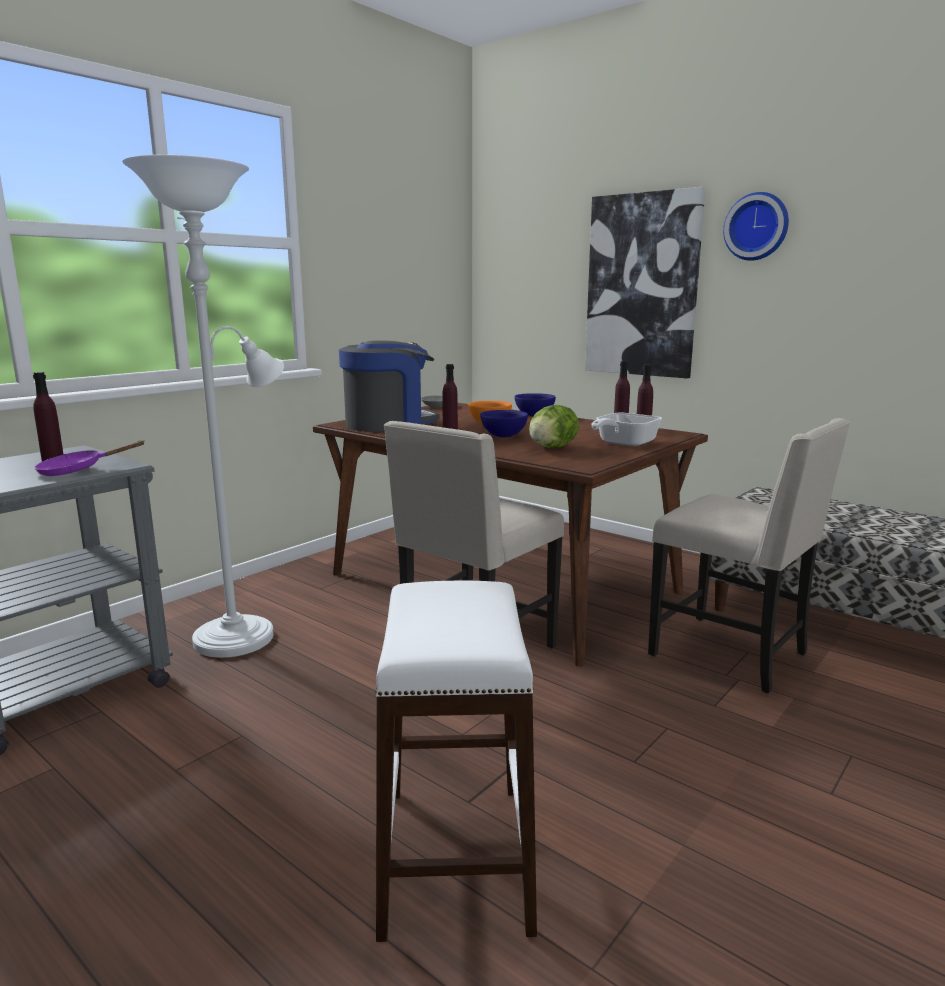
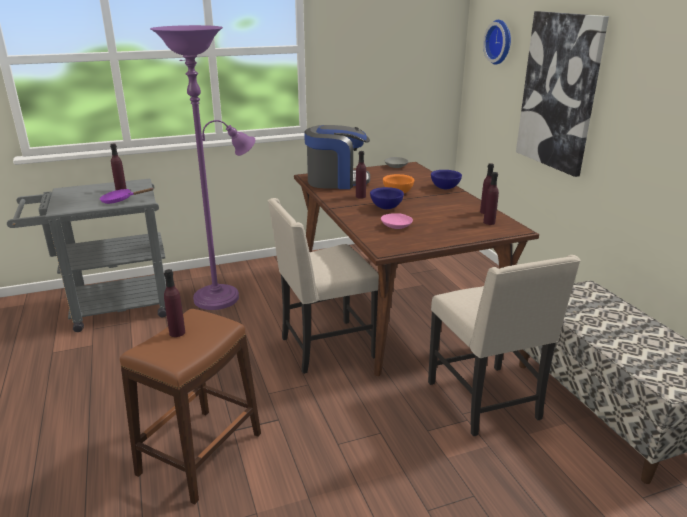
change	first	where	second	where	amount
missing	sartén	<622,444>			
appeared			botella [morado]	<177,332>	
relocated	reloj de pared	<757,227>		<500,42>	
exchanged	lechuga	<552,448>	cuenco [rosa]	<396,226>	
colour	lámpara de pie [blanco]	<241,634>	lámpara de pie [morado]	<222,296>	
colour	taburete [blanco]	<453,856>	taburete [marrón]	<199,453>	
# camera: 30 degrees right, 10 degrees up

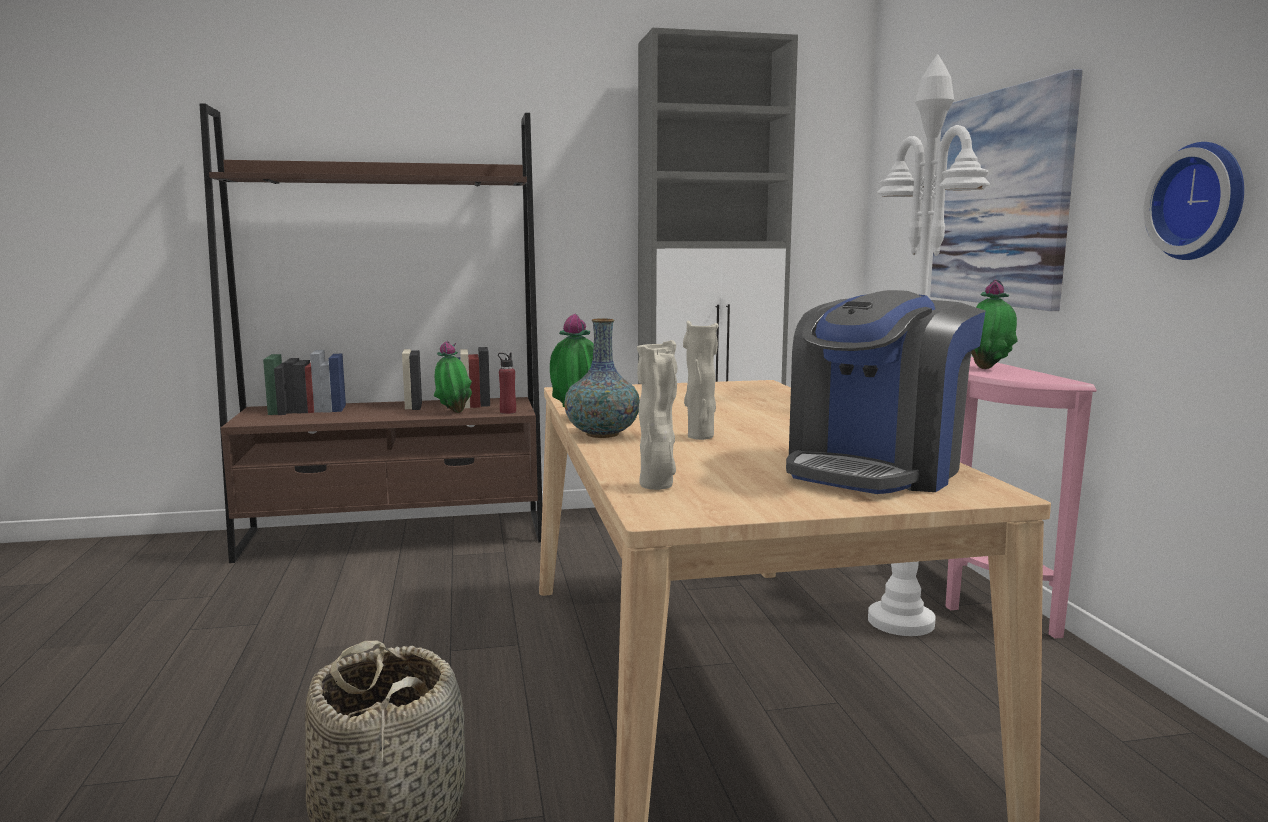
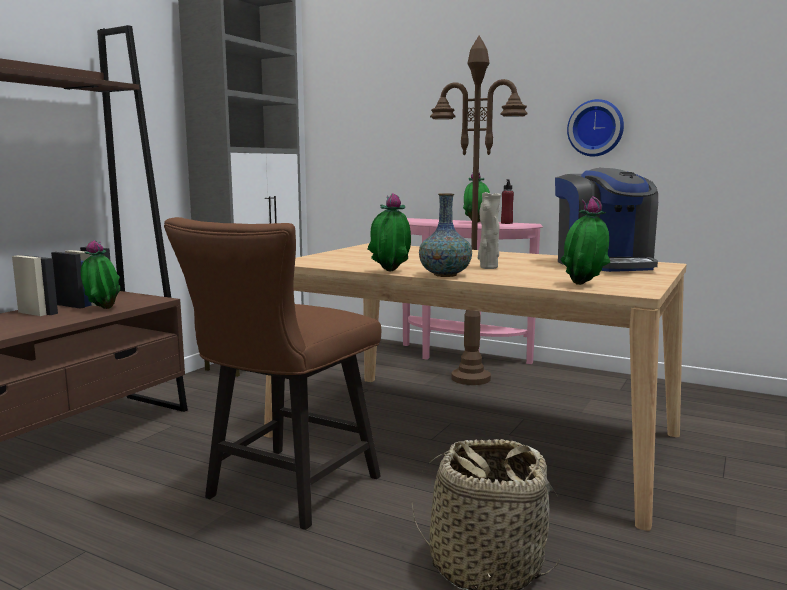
change	first	where	second	where	amount
missing	cuadro	<1000,198>			
appeared			silla [marrón]	<284,492>	
relocated	botella [rojo]	<508,412>		<506,223>	
exchanged	florero [beis]	<657,486>	planta en maceta	<583,285>	
colour	lámpara de pie [blanco]	<901,622>	lámpara de pie [marrón]	<471,378>	
# camera: 50 degrees left, 0 degrees up

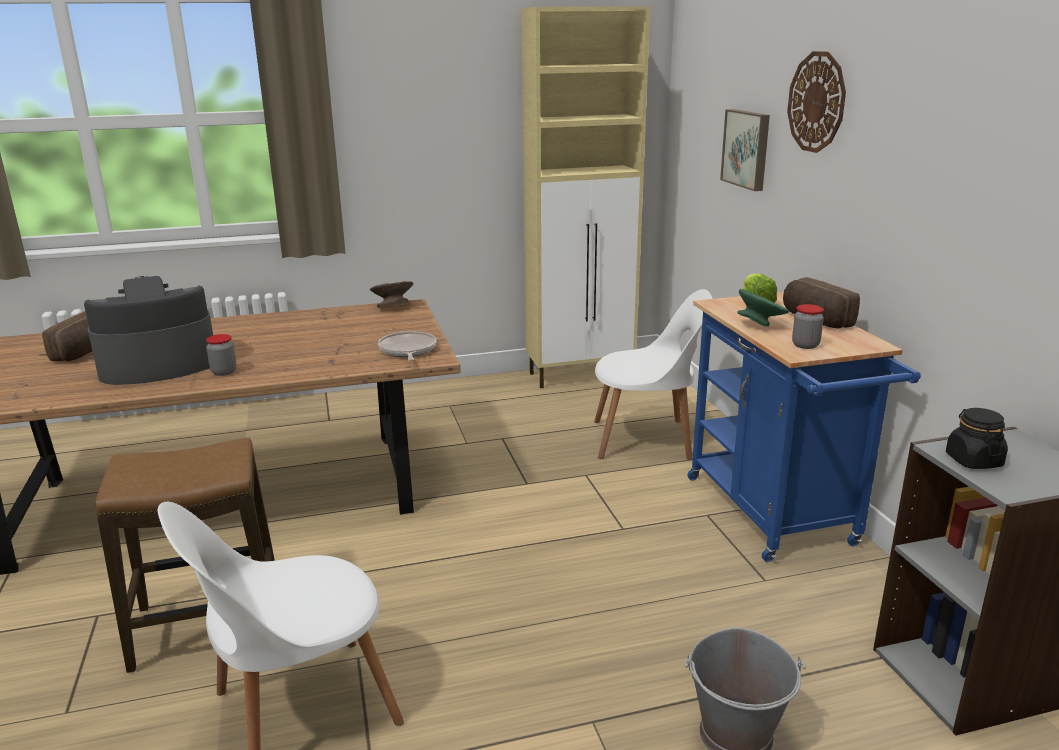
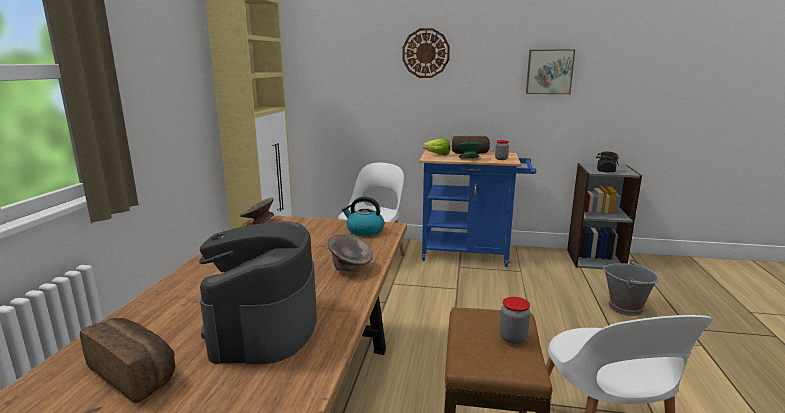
change	first	where	second	where	amount
appeared			cuenco [gris]	<350,269>	
relocated	tarro	<224,372>		<513,338>	
relocated	cuadro	<747,149>		<549,72>	
exchanged	sartén	<407,350>	hervidor	<364,231>	
# camera: 65 degrees left, 5 degrees down

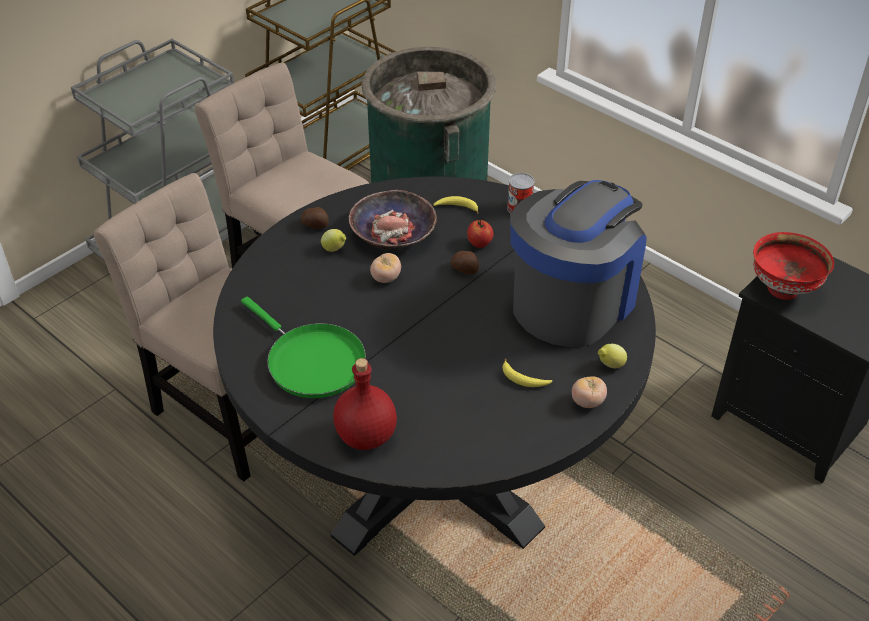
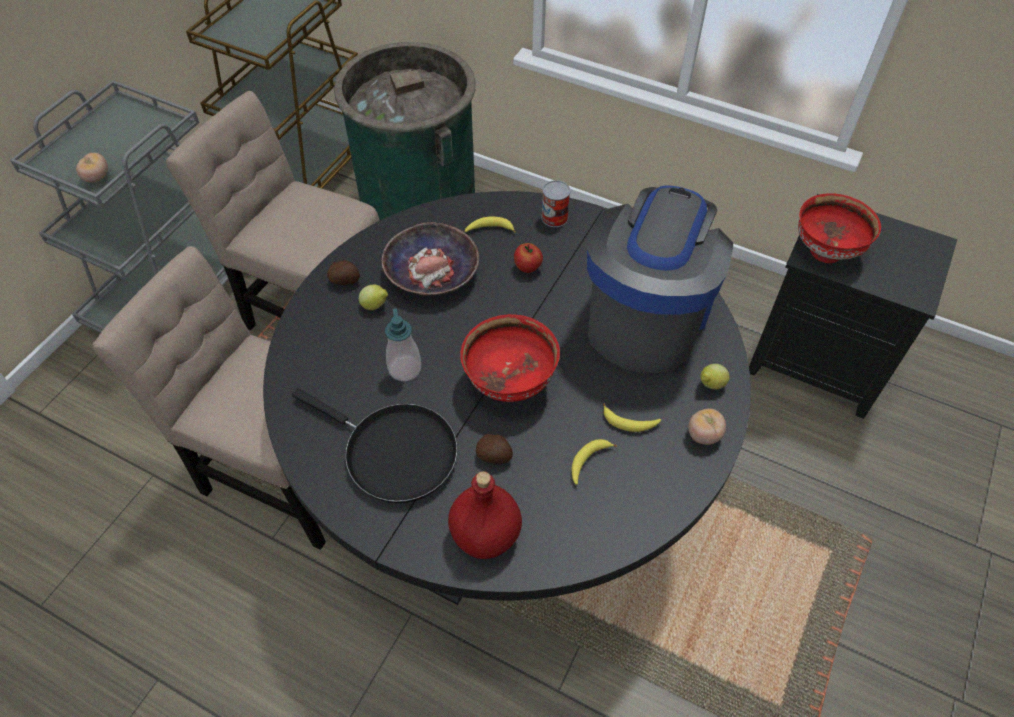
change	first	where	second	where	amount
appeared			dispensador de jabón	<404,368>	
appeared			cuenco [rojo]	<510,384>	
appeared			plátano	<588,461>	
relocated	tomate	<386,278>		<97,177>	
relocated	patata	<465,270>		<495,456>	
colour	sartén [verde]	<311,361>	sartén [negro]	<394,453>	
# camera: 15 degrees left, 10 degrees up

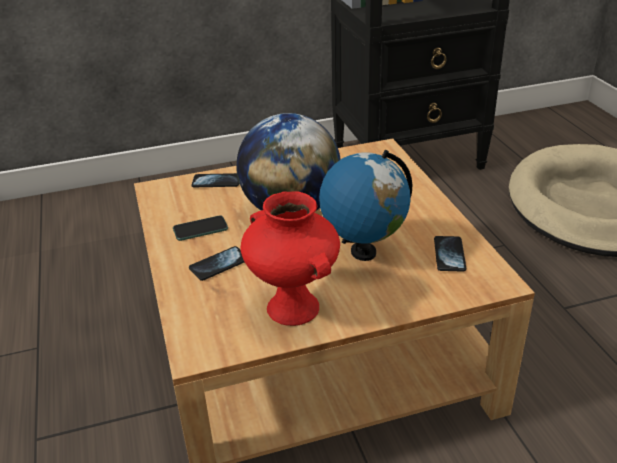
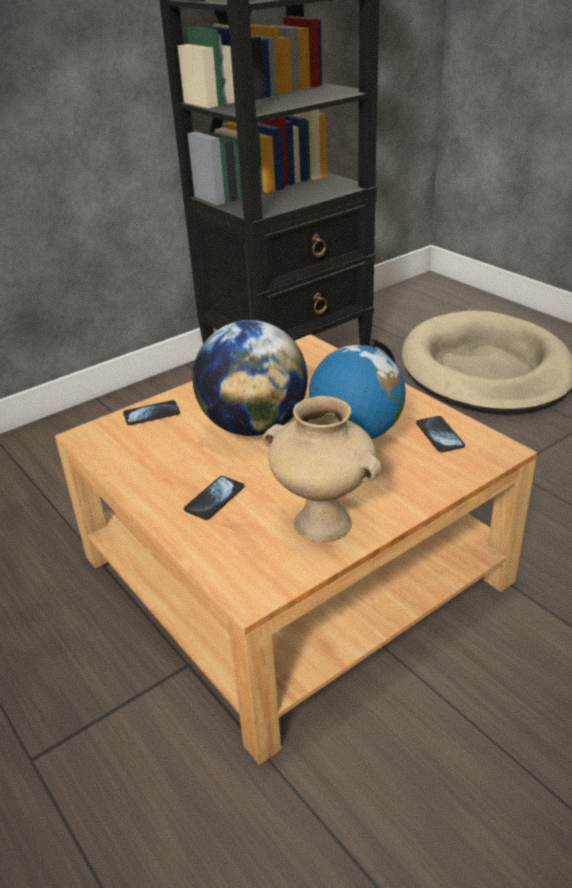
change	first	where	second	where	amount
missing	móvil	<200,229>			
colour	florero [rojo]	<295,308>	florero [beis]	<324,522>	
# camera: 20 degrees left, 0 degrees up

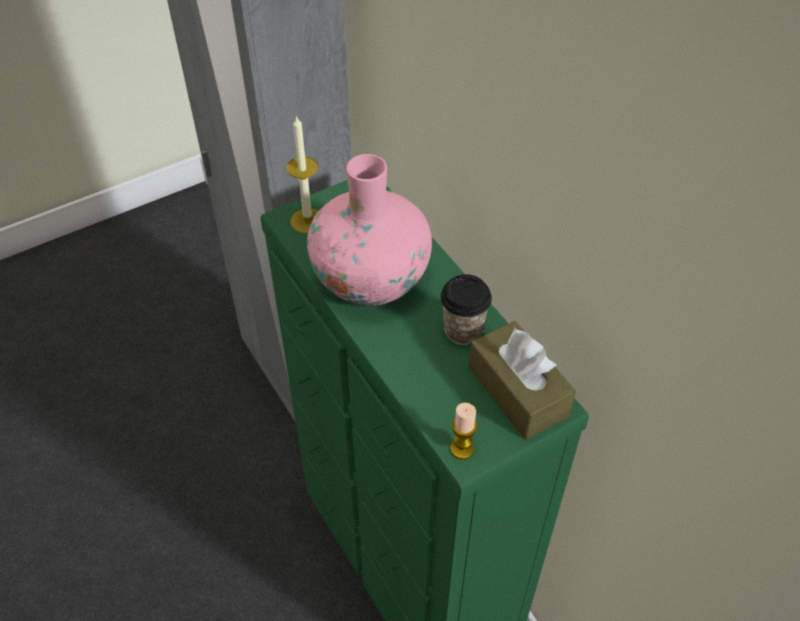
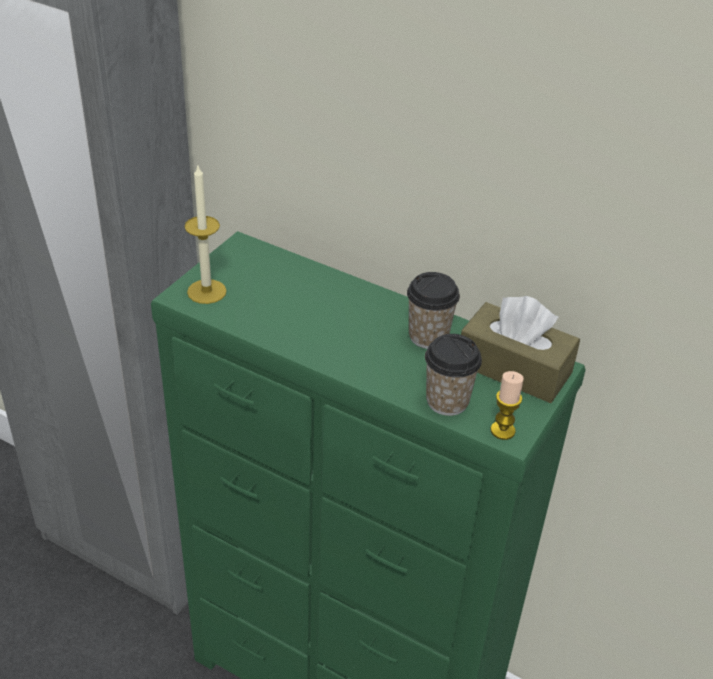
change	first	where	second	where	amount
missing	florero [rosa]	<371,280>			
appeared			taza	<447,401>	
# camera: 30 degrees left, 10 degrees down

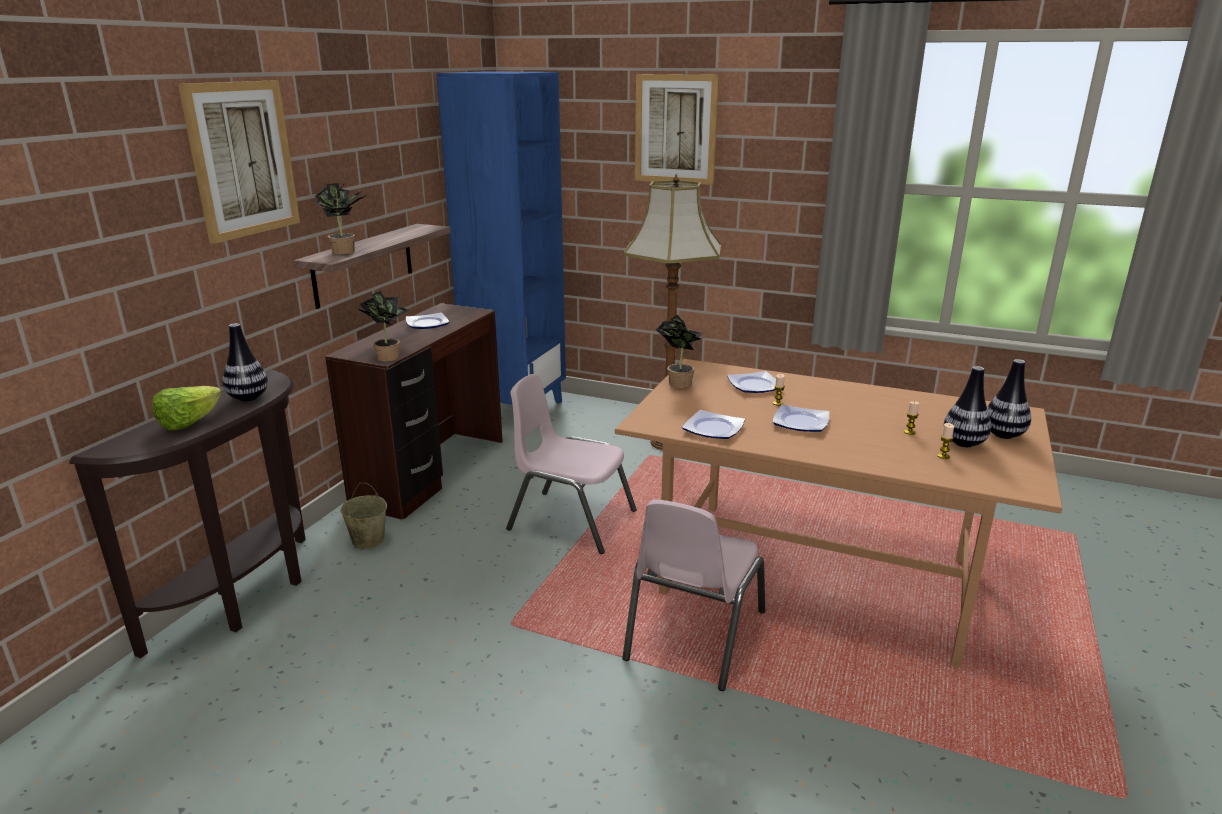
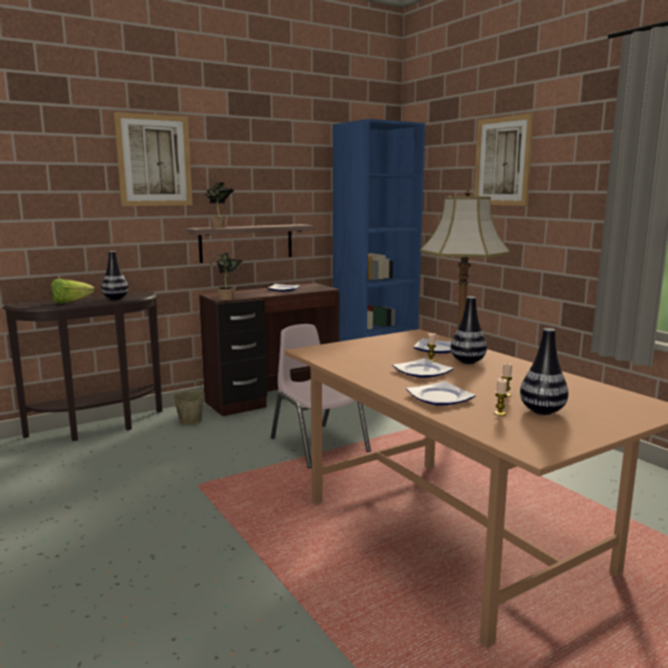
change	first	where	second	where	amount
missing	silla [rosa]	<693,635>			
missing	planta en maceta	<677,382>			
relocated	plato	<714,429>		<439,398>	
relocated	florero	<1003,435>		<467,362>	
# camera: 35 degrees right, 10 degrees down

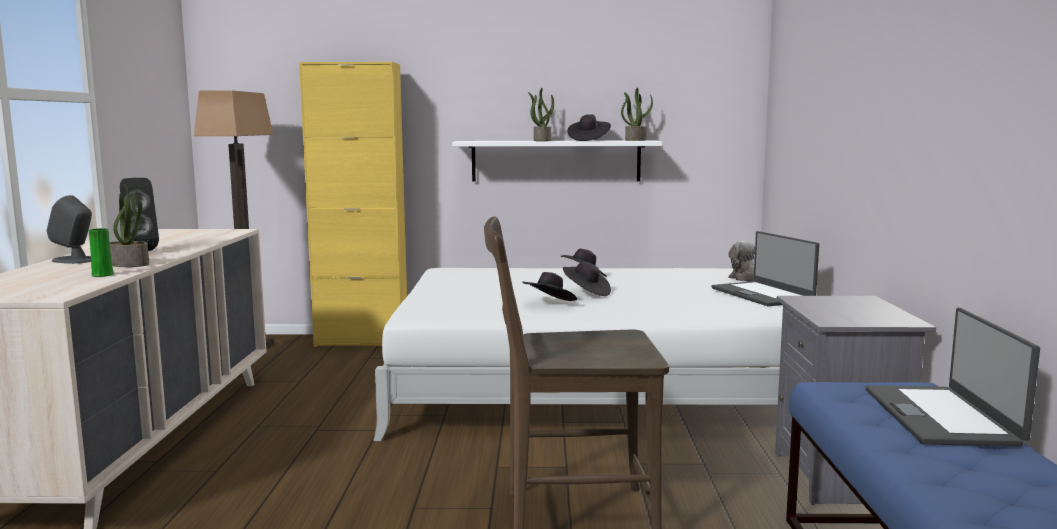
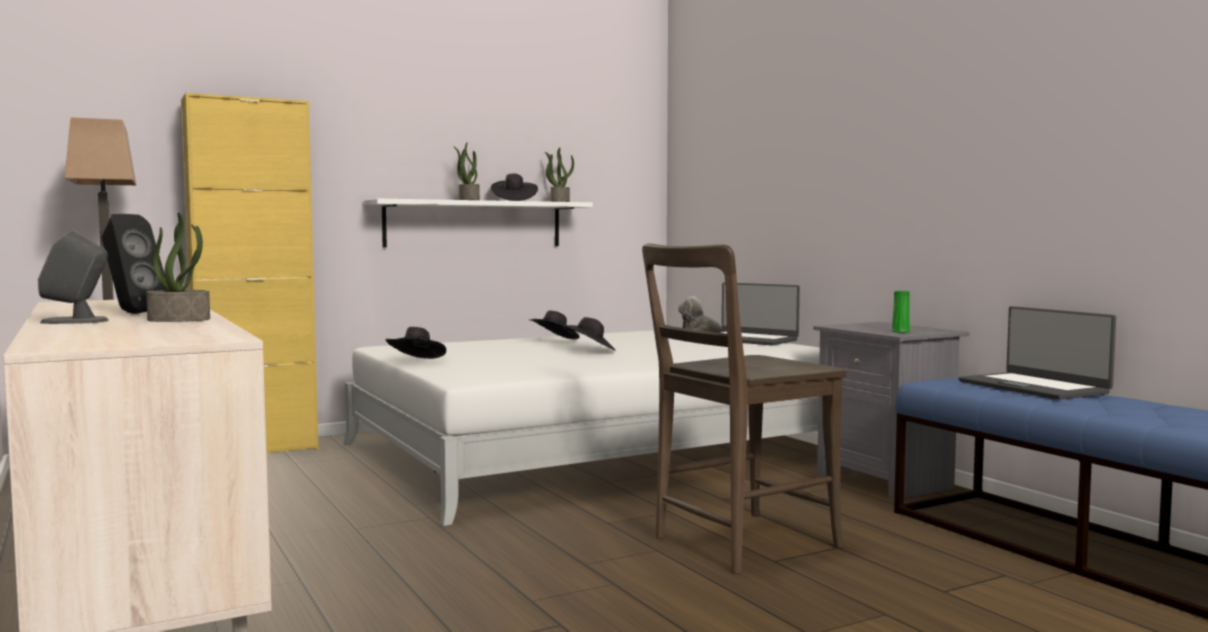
change	first	where	second	where	amount
relocated	florero [verde]	<102,275>		<900,331>	
relocated	sombrero [negro]	<549,304>		<416,362>	
# camera: 30 degrees left, 5 degrees down

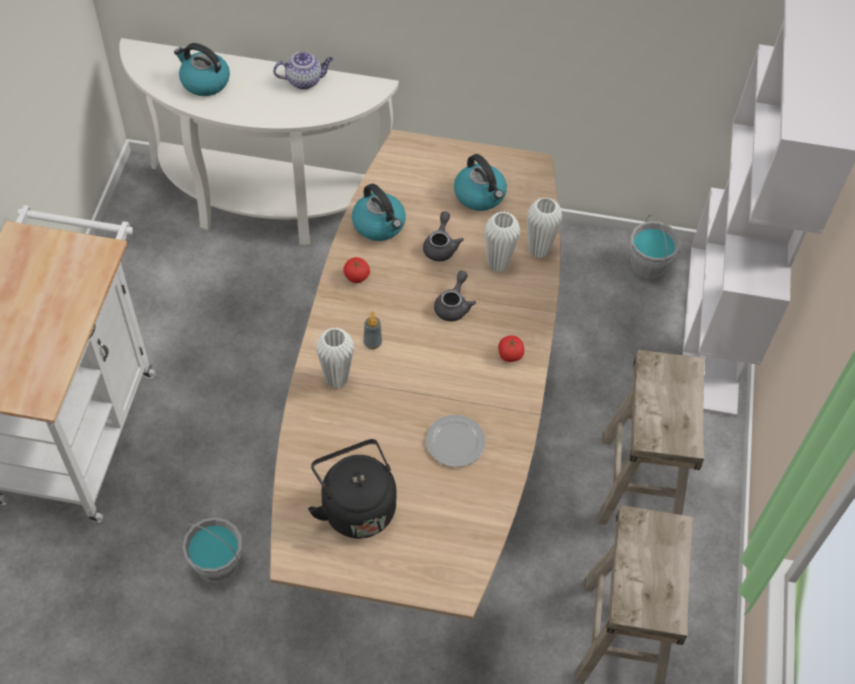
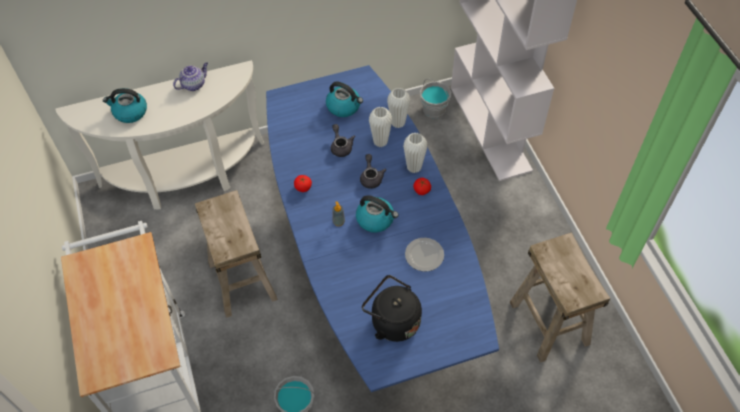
change	first	where	second	where	amount
relocated	florero [blanco]	<336,379>		<414,167>	
relocated	hervidor	<379,225>		<376,219>	
relocated	taburete [beis]	<641,483>		<243,280>	
colour	mesa de comedor [marrón]	<421,441>	mesa de comedor [azul]	<371,271>	
# camera: 25 degrees left, 0 degrees up

